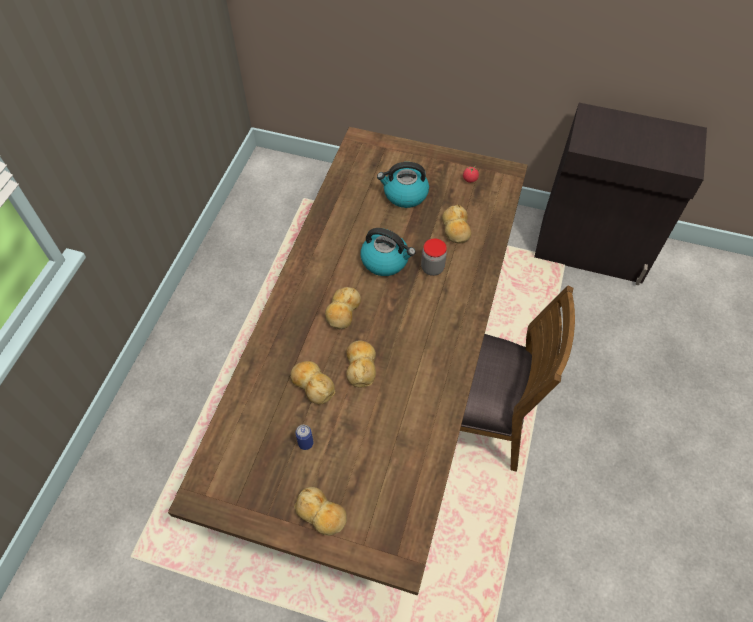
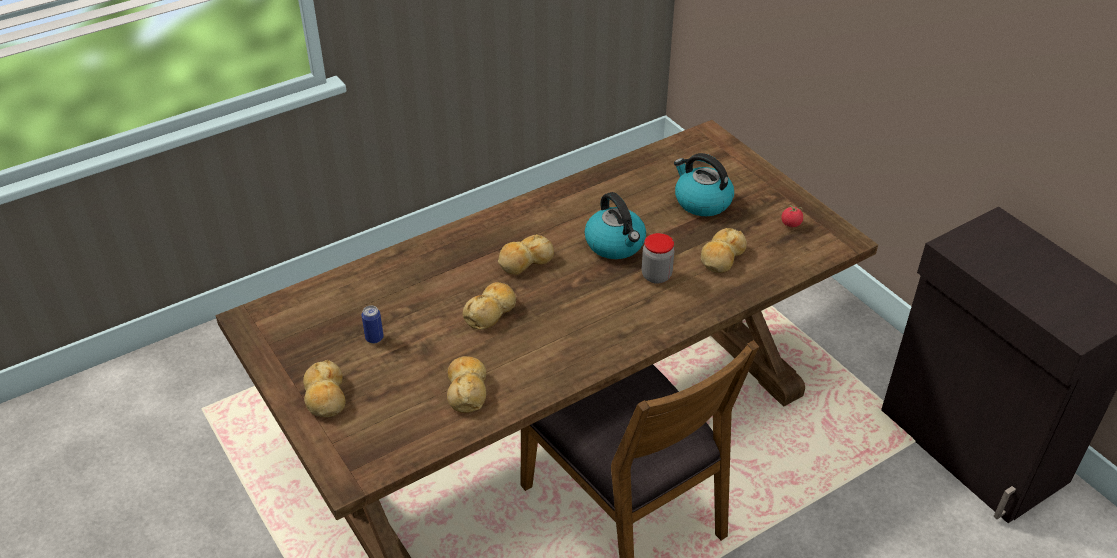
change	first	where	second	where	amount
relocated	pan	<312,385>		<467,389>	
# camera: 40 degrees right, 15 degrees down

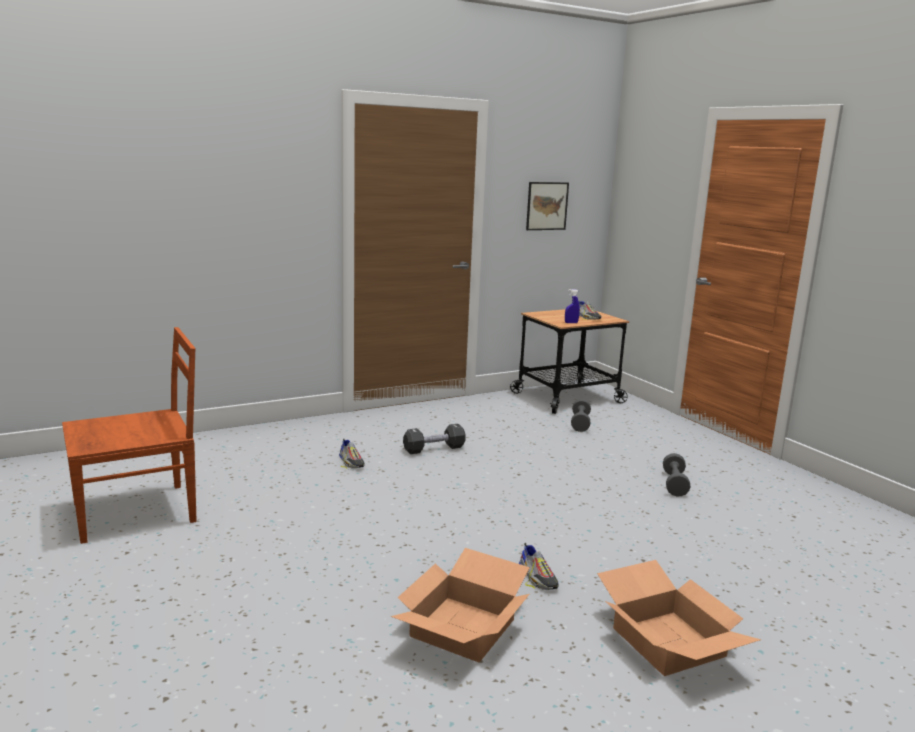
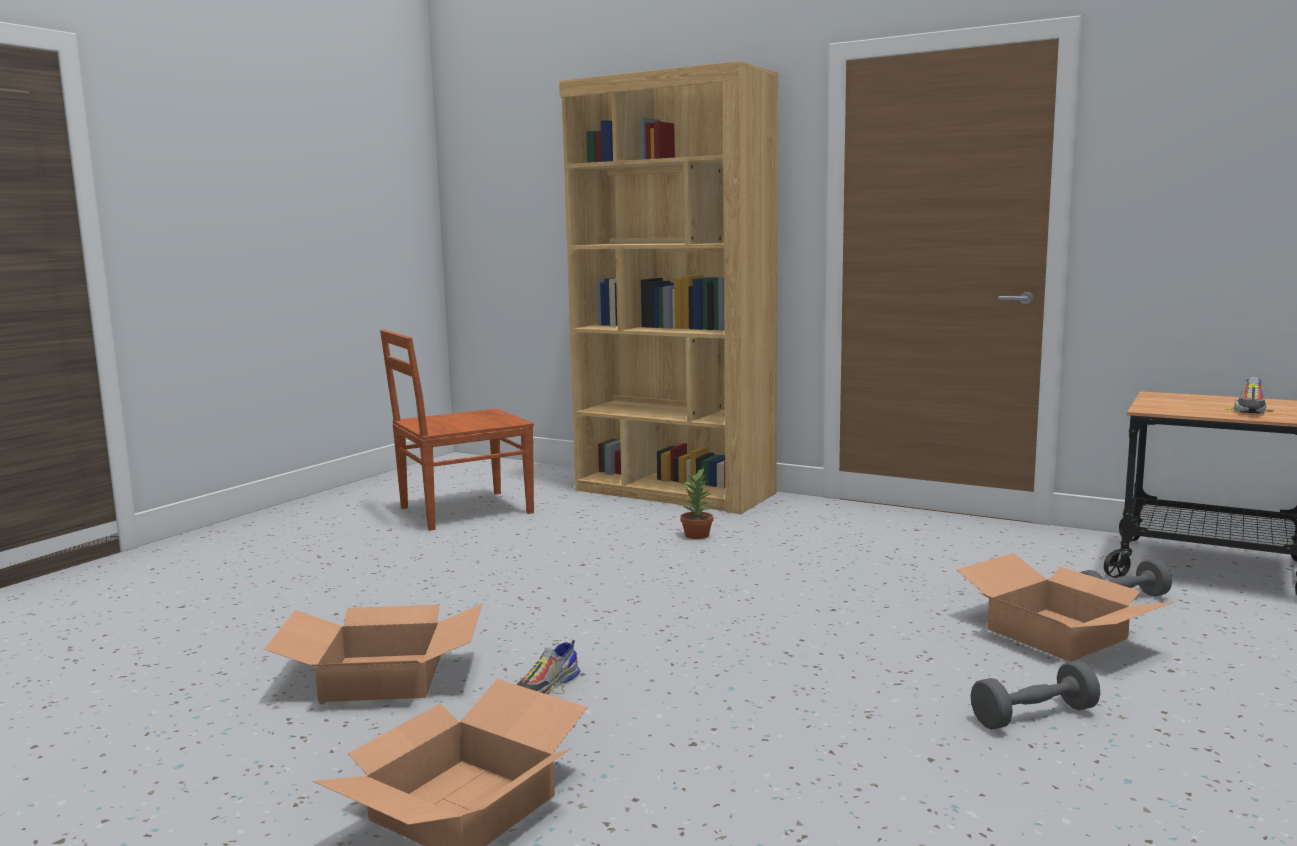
change	first	where	second	where	amount
missing	mancuerna [negro]	<434,449>			
missing	cuadro	<547,206>			
missing	pulverizador [azul]	<571,323>			
appeared			estantería [marrón]	<674,492>	
appeared			caja de cartón	<1059,634>	
exchanged	zapato	<351,462>	planta en maceta	<697,535>	
spun	silla [marrón]	<138,512>		<462,511>	120 degrees clockwise
# camera: 60 degrees right, 5 degrees down

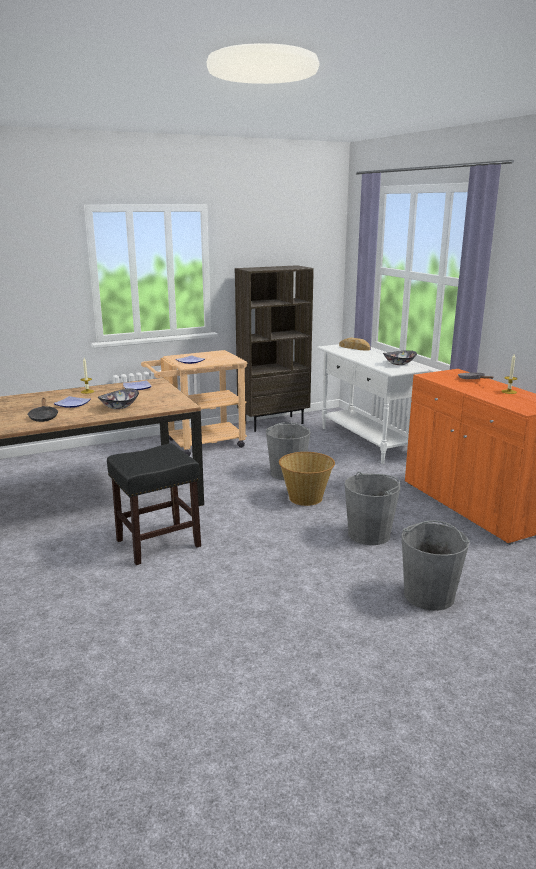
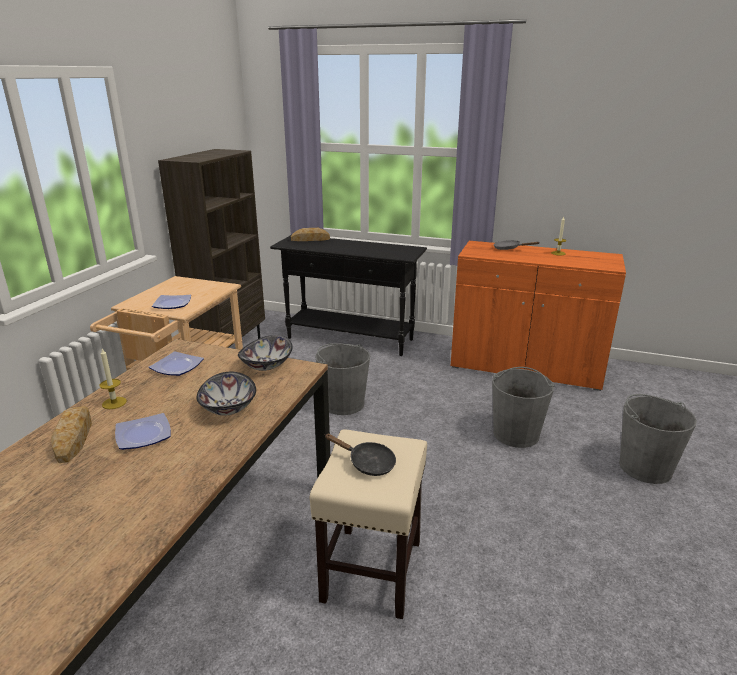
change	first	where	second	where	amount
missing	cesta	<306,498>			
appeared			pan	<73,438>	
relocated	sartén [negro]	<43,417>		<367,463>	
relocated	cuenco	<399,364>		<267,365>	
colour	taburete [negro]	<157,543>	taburete [beis]	<372,571>	
colour	mesa consola [blanco]	<364,442>	mesa consola [negro]	<350,339>	
# camera: 45 degrees left, 5 degrees up

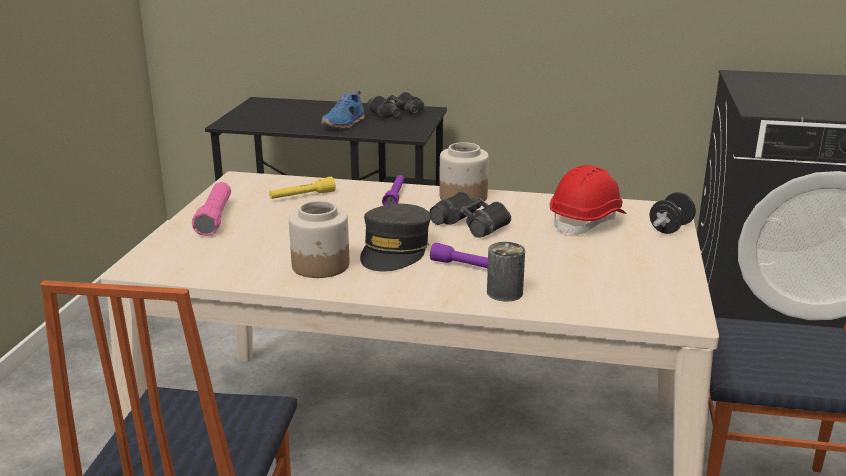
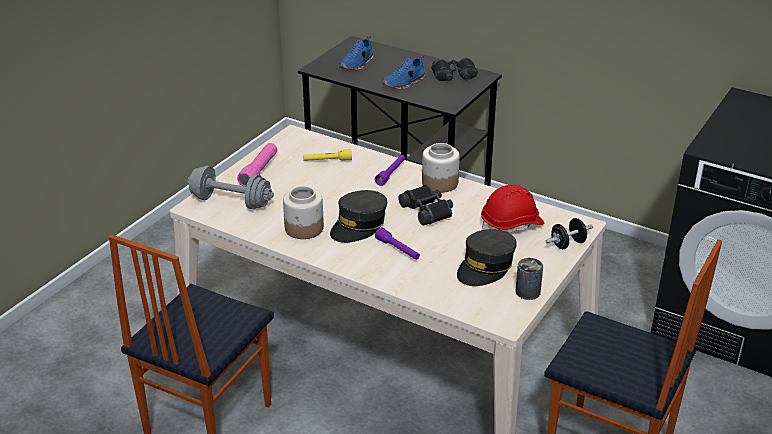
change	first	where	second	where	amount
appeared			mancuerna [gris]	<231,201>	
appeared			zapato [azul]	<357,64>	
appeared			gorra [gris]	<485,267>	
relocated	lata	<504,292>		<527,292>	
# camera: 20 degrees right, 10 degrees up

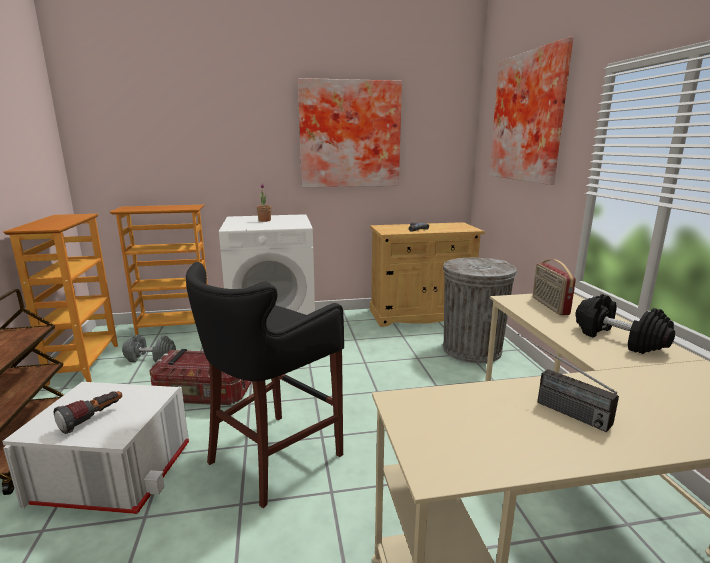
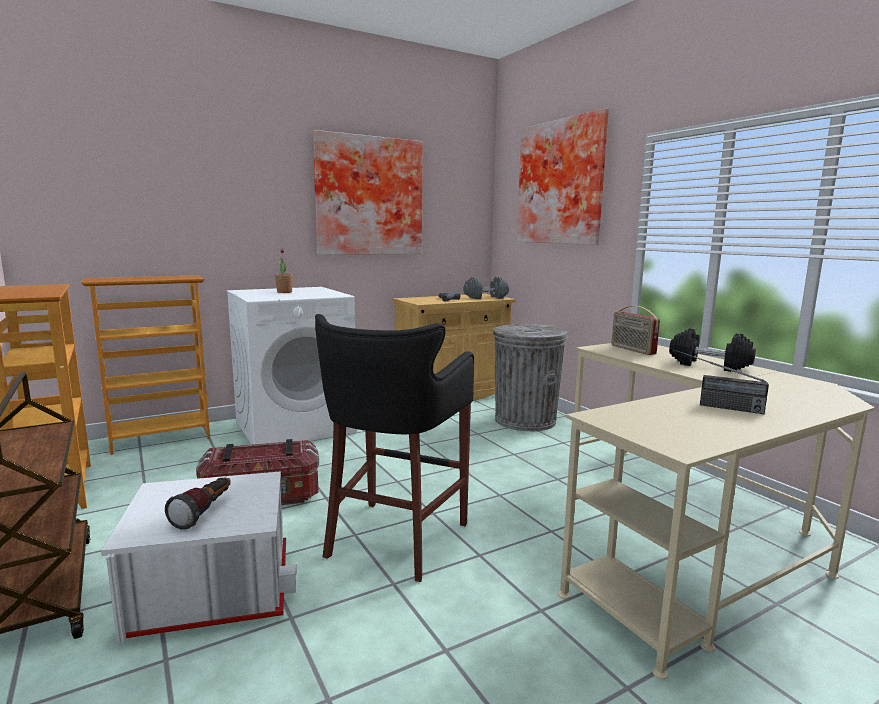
change	first	where	second	where	amount
relocated	mancuerna [gris]	<150,357>		<486,297>	
# camera: 20 degrees left, 5 degrees down

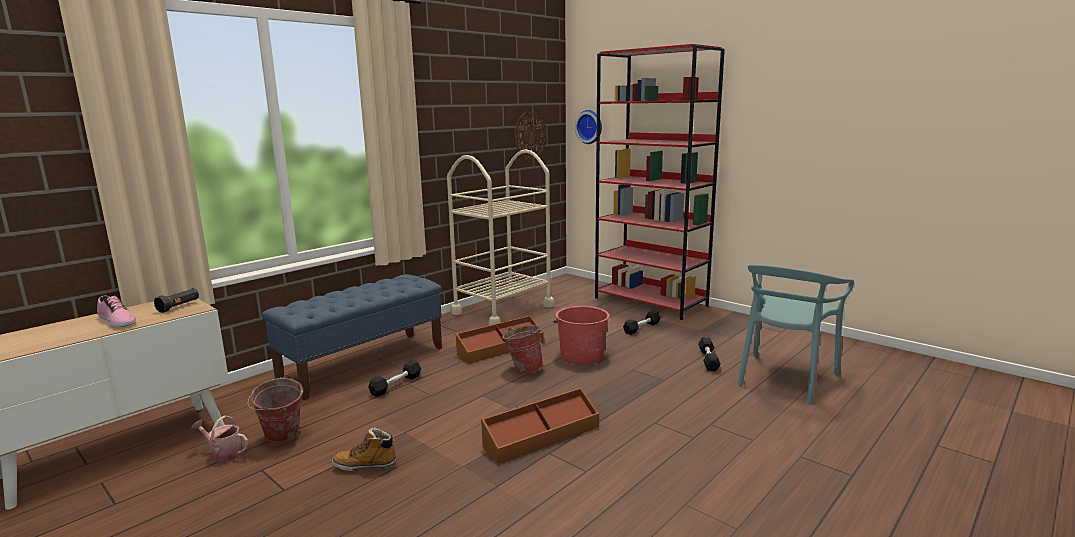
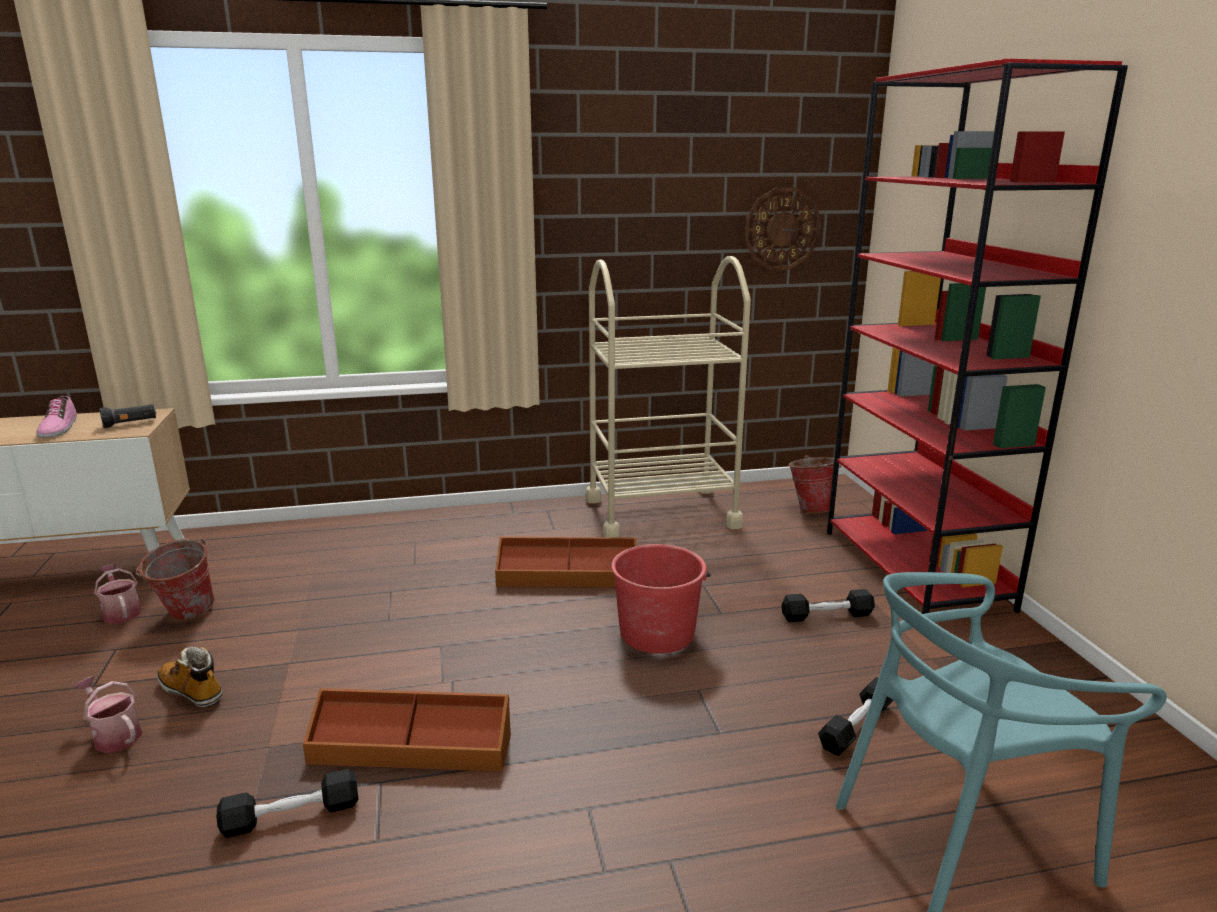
change	first	where	second	where	amount
missing	banco [azul]	<364,363>			
missing	reloj de pared	<590,127>			
appeared			regadera	<114,735>	
relocated	mancuerna [negro]	<396,385>		<291,815>	
relocated	cubo	<523,369>		<811,509>	
# camera: 35 degrees right, 5 degrees up

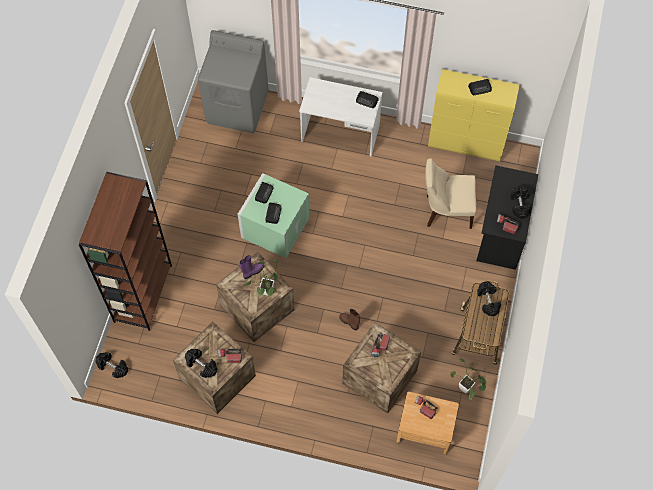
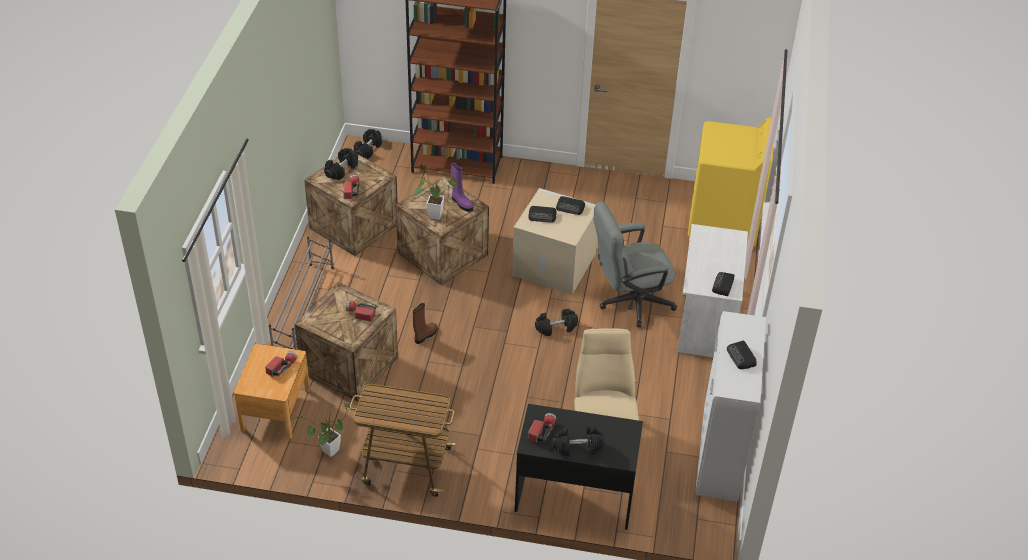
change	first	where	second	where	amount
appeared			zapatero [gris]	<304,308>	
appeared			silla de oficina [gris]	<629,302>	
relocated	mancuerna [negro]	<488,301>		<556,328>	
colour	lavadora [gris]	<237,108>	lavadora [amarillo]	<723,224>	
colour	caja de almacenaje [verde]	<275,226>	caja de almacenaje [beis]	<555,264>	
colour	armario [amarillo]	<466,144>	armario [blanco]	<720,456>	
# camera: 85 degrees right, 20 degrees down

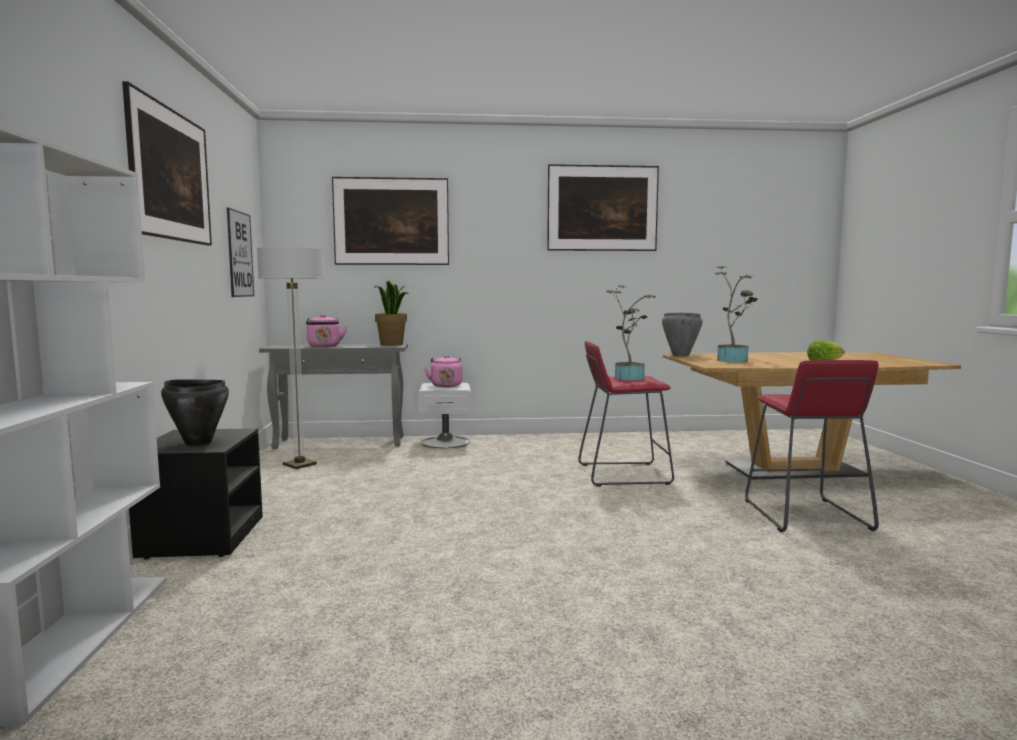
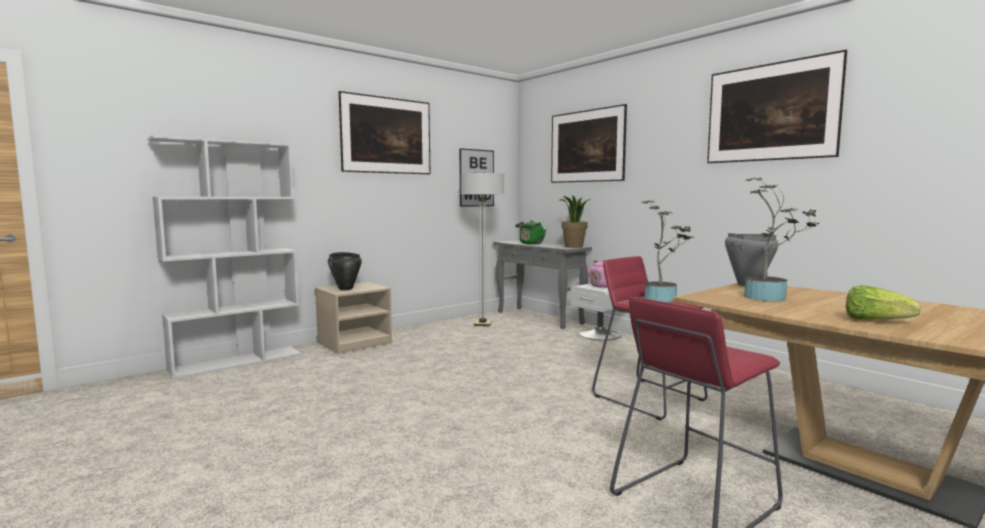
change	first	where	second	where	amount
colour	mesita de noche [negro]	<202,537>	mesita de noche [beis]	<355,343>	
colour	hervidor [rosa]	<324,346>	hervidor [verde]	<530,244>	
# camera: 55 degrees right, 0 degrees up

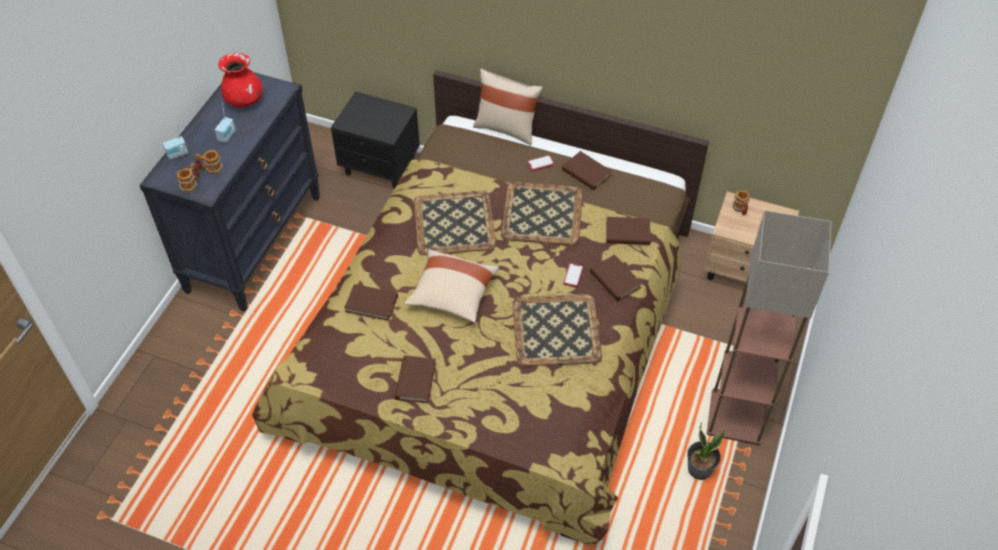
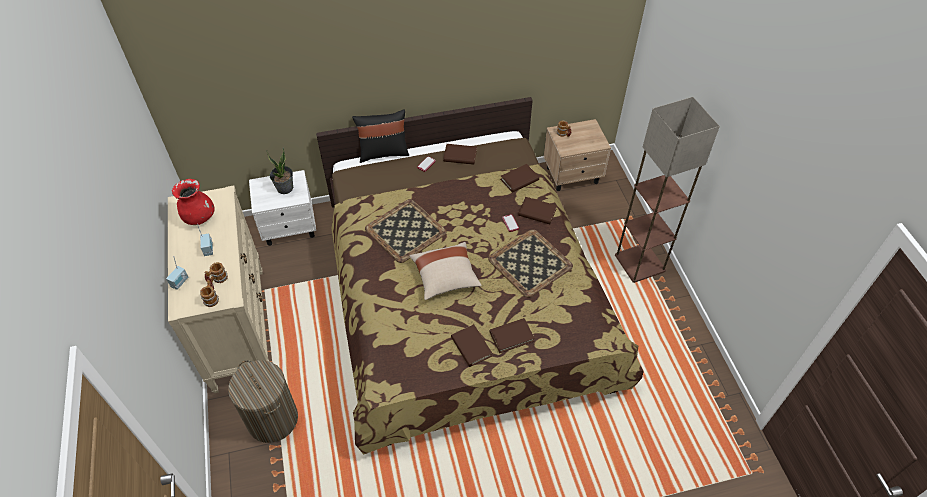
change	first	where	second	where	amount
missing	bandeja	<541,213>			
appeared			cesto de la ropa	<272,419>	
relocated	libro [marrón]	<371,304>		<511,336>	
relocated	planta en maceta	<699,470>		<285,188>	
colour	cómoda [negro]	<254,242>	cómoda [beis]	<239,328>	
colour	mesita de noche [negro]	<380,167>	mesita de noche [blanco]	<290,228>	
colour	cojín [beis]	<506,128>	cojín [negro]	<383,153>	
# camera: 35 degrees left, 0 degrees up

